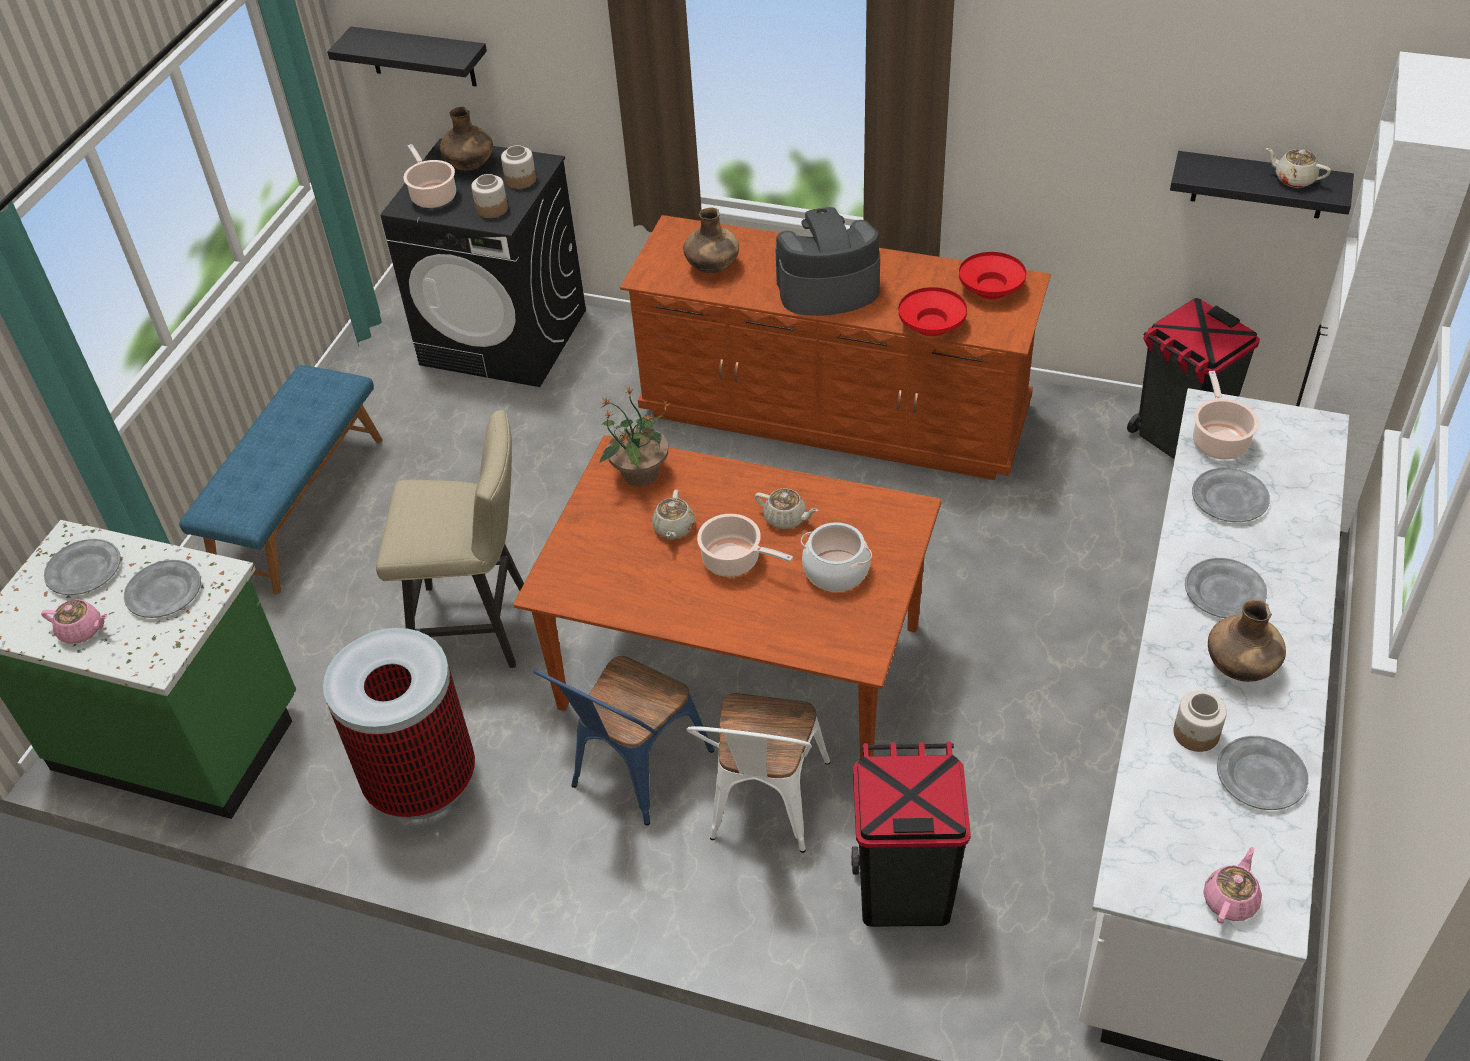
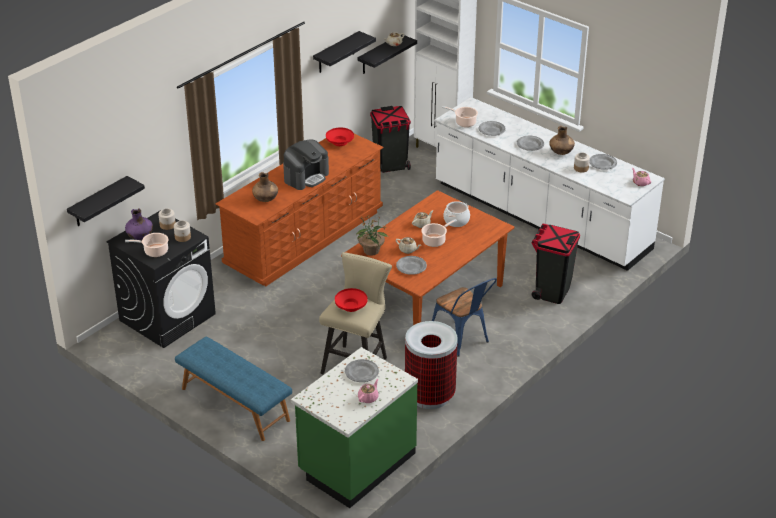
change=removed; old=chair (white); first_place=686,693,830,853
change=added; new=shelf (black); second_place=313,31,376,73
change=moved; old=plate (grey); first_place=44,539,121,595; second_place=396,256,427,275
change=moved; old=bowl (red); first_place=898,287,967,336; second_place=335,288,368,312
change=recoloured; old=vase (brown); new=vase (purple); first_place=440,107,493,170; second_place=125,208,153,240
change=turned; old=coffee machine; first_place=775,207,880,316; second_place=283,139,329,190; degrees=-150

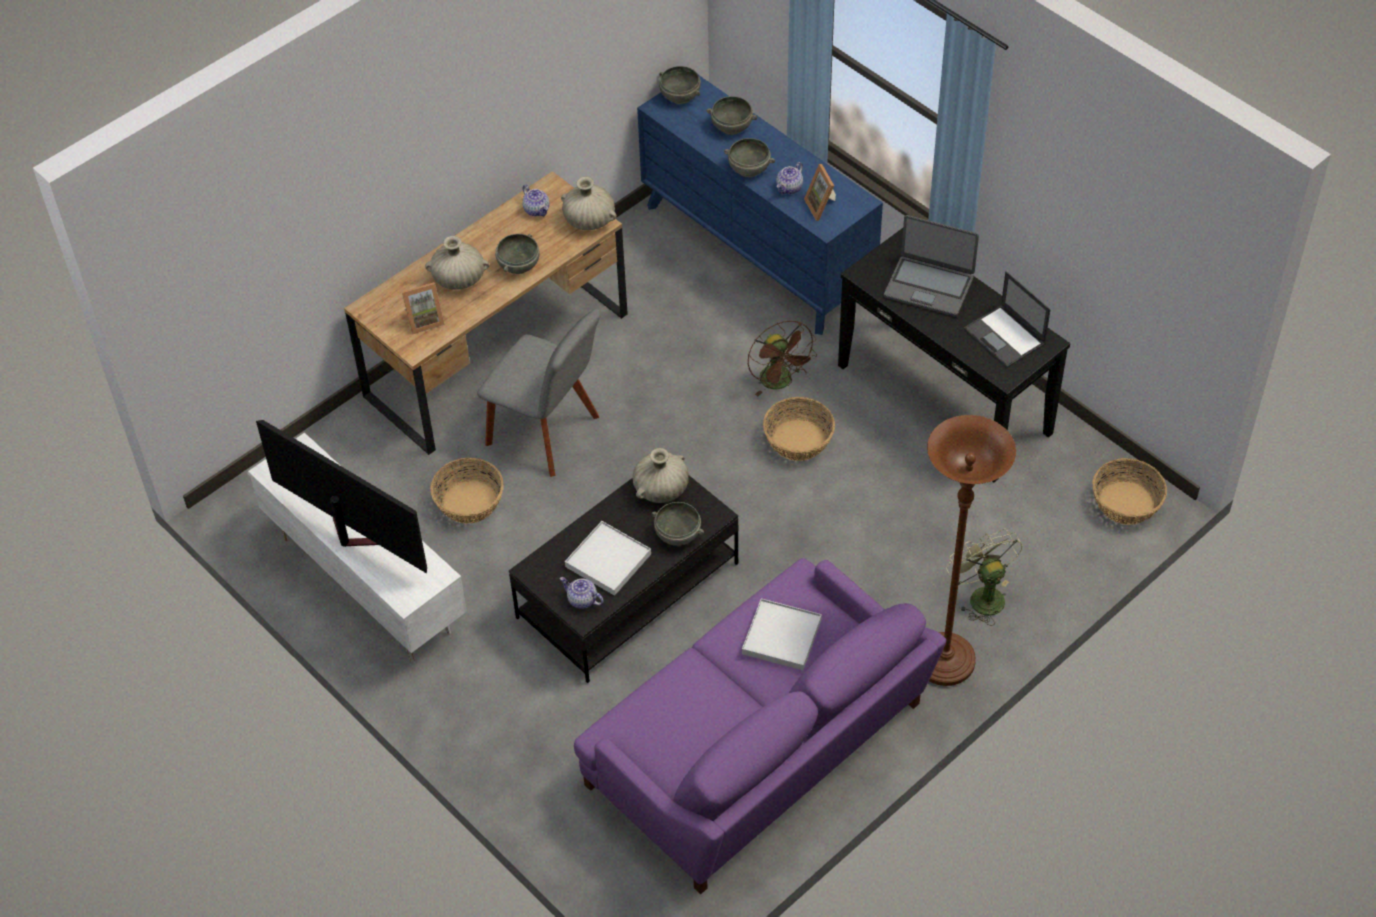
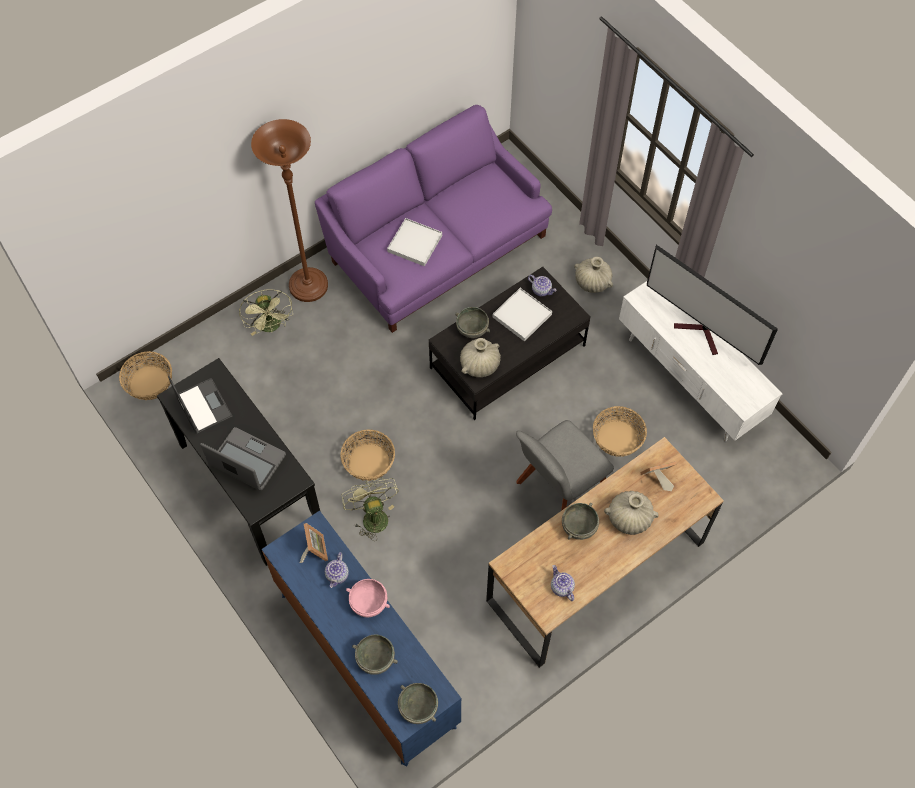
change=moved; old=vase (beige); first_place=561,177,617,230; second_place=574,257,613,293
change=recoloured; old=bowl (grey); new=bowl (pink); first_place=724,138,775,177; second_place=346,579,390,617
change=recoloured; old=fan (brown); new=fan (green); first_place=748,321,817,396; second_place=341,478,399,541
change=turned; old=chair (grey); first_place=477,308,601,477; second_place=516,420,614,511; degrees=-75
change=turned; old=teapot; first_place=776,162,803,194; second_place=325,552,349,588; degrees=150

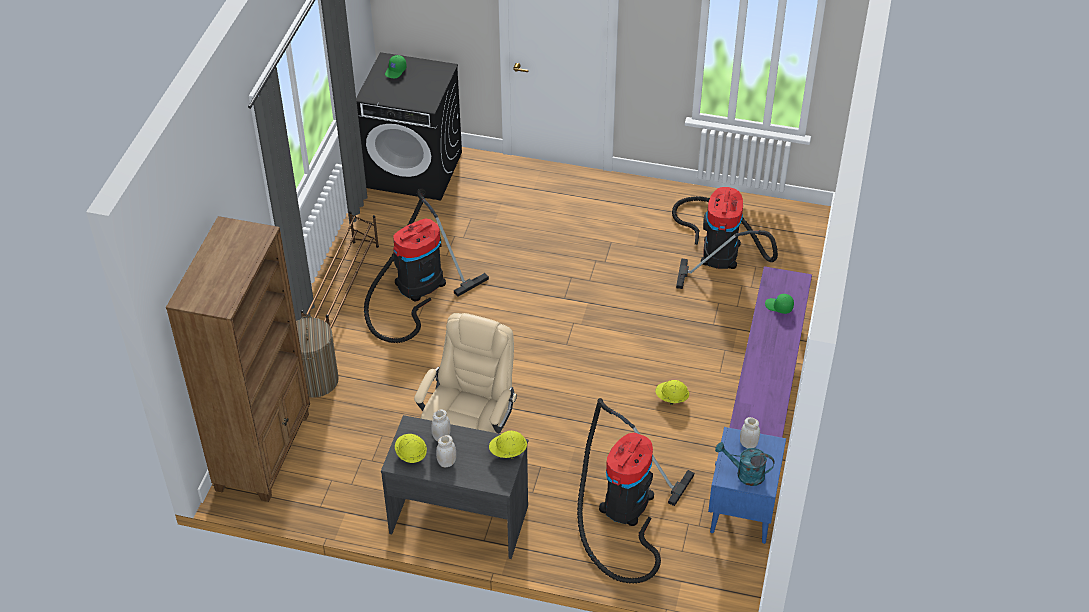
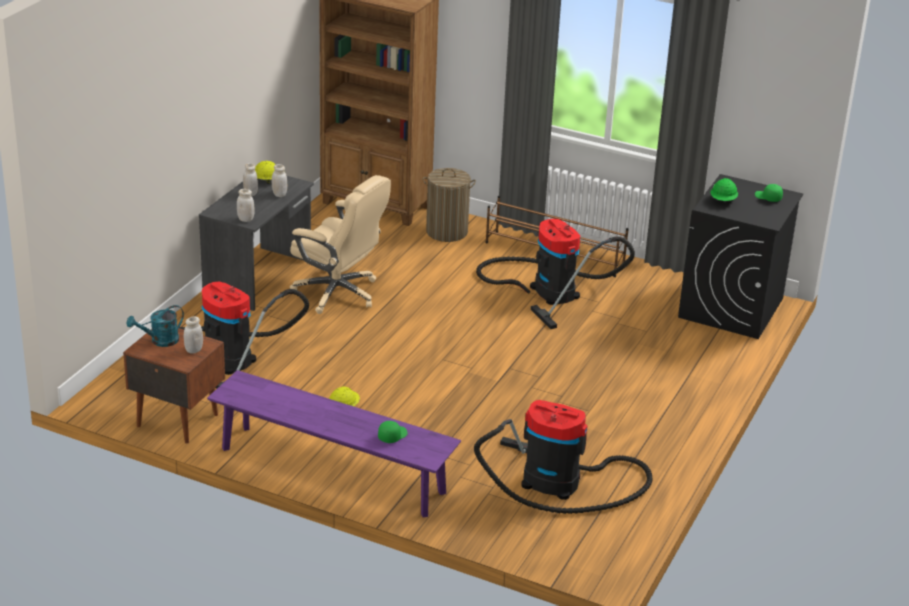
change=added; new=hard hat (green); second_place=710,178,738,201
change=replaced; old=hard hat (yellow); new=jar (white); first_place=489,431,527,459; second_place=237,189,254,222
change=recoloured; old=nightstand (blue); new=nightstand (brown); first_place=708,427,786,544; second_place=123,328,225,444
change=turned; old=watering can (turquoise); first_place=715,442,775,486; second_place=127,305,184,347; degrees=-150

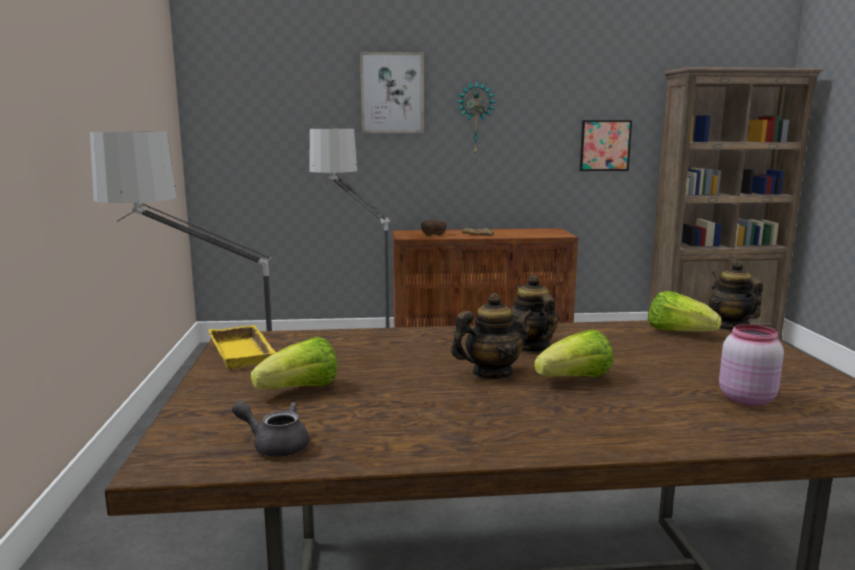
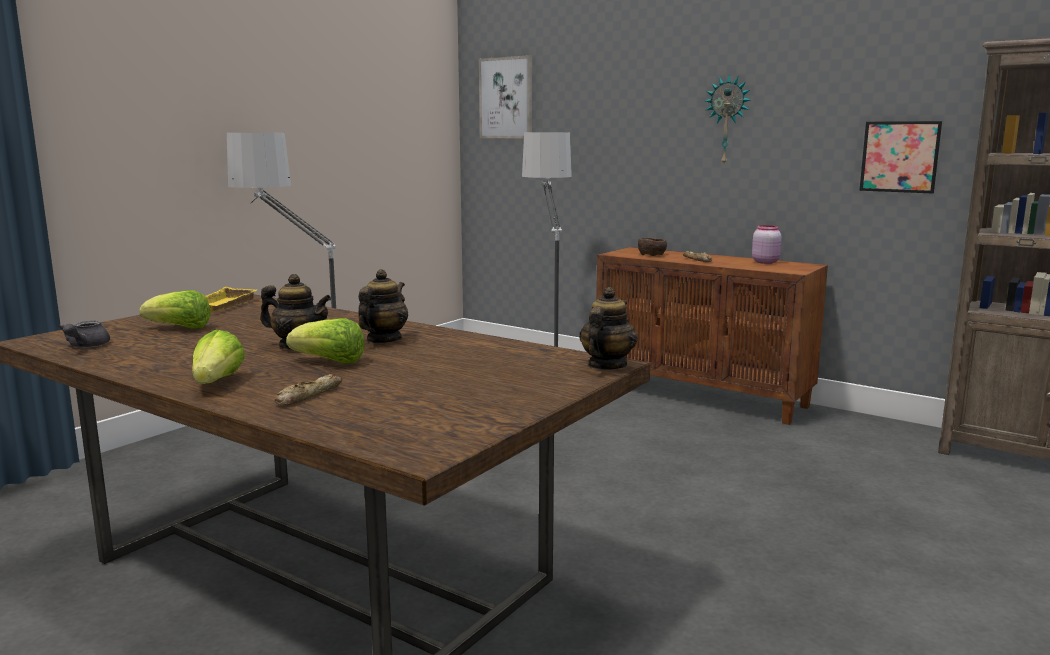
change=added; new=bread; second_place=275,374,342,406
change=moved; old=picture; first_place=360,52,424,133; second_place=479,55,532,139
change=moved; old=lettuce; first_place=648,291,722,332; second_place=192,330,245,384
change=moved; old=jar (pink); first_place=719,324,784,406; second_place=752,225,781,264
change=turned; old=teapot (grey); first_place=232,401,309,457; second_place=58,321,110,348; degrees=-150

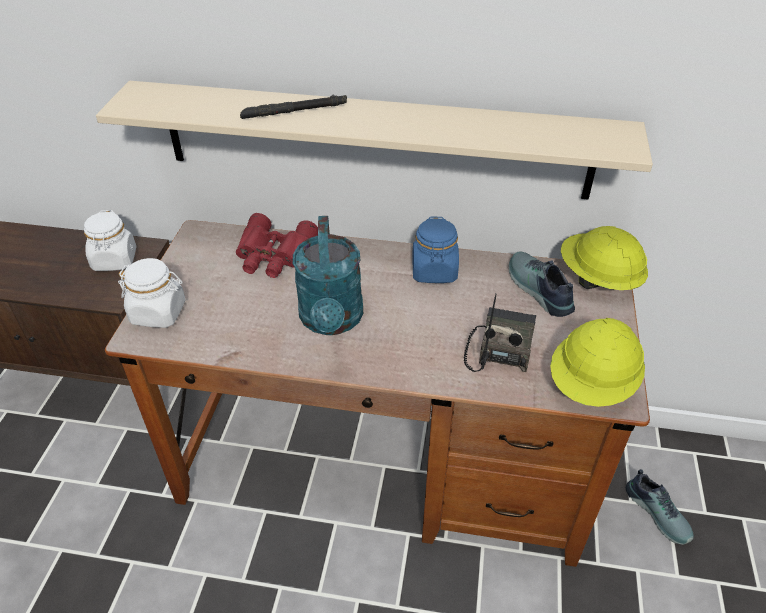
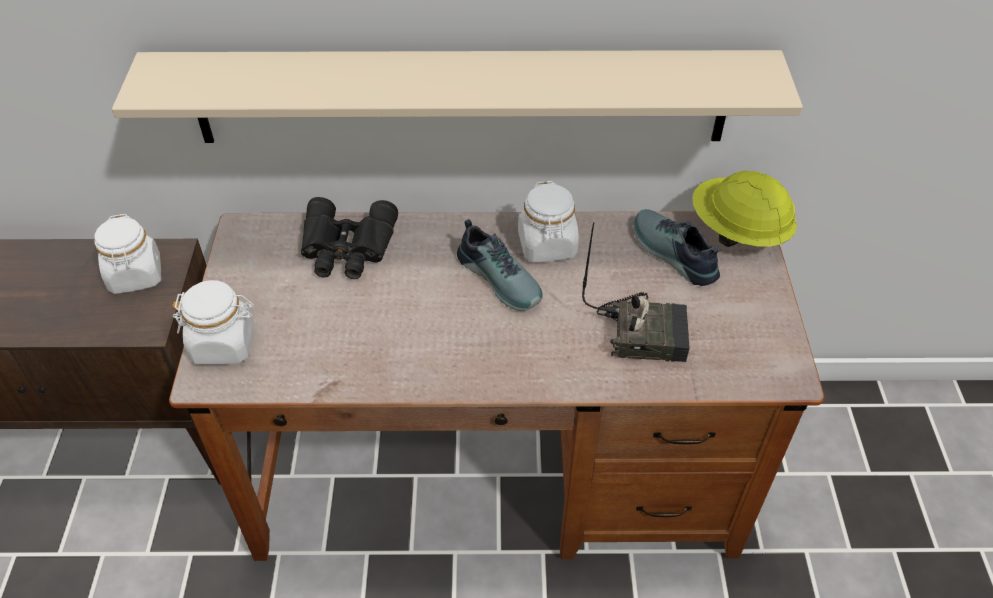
change=removed; old=flashlight (black); first_place=240,95,347,119
change=removed; old=watering can (turquoise); first_place=293,216,363,335
change=removed; old=hard hat (yellow); first_place=550,318,645,407
change=moved; old=shoe; first_place=626,469,694,545; second_place=457,219,543,311
change=recoloured; old=binoculars (red); new=binoculars (black); first_place=236,213,318,278; second_place=301,197,398,279
change=recoloured; old=jar (blue); new=jar (white); first_place=412,217,459,283; second_place=518,181,579,263
change=turned; old=radio; first_place=464,293,536,372; second_place=582,222,690,362; degrees=90

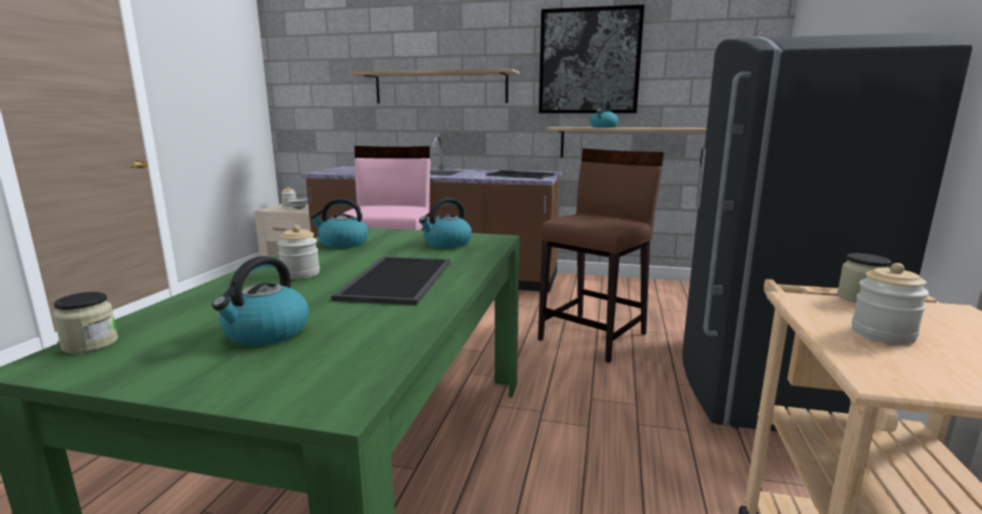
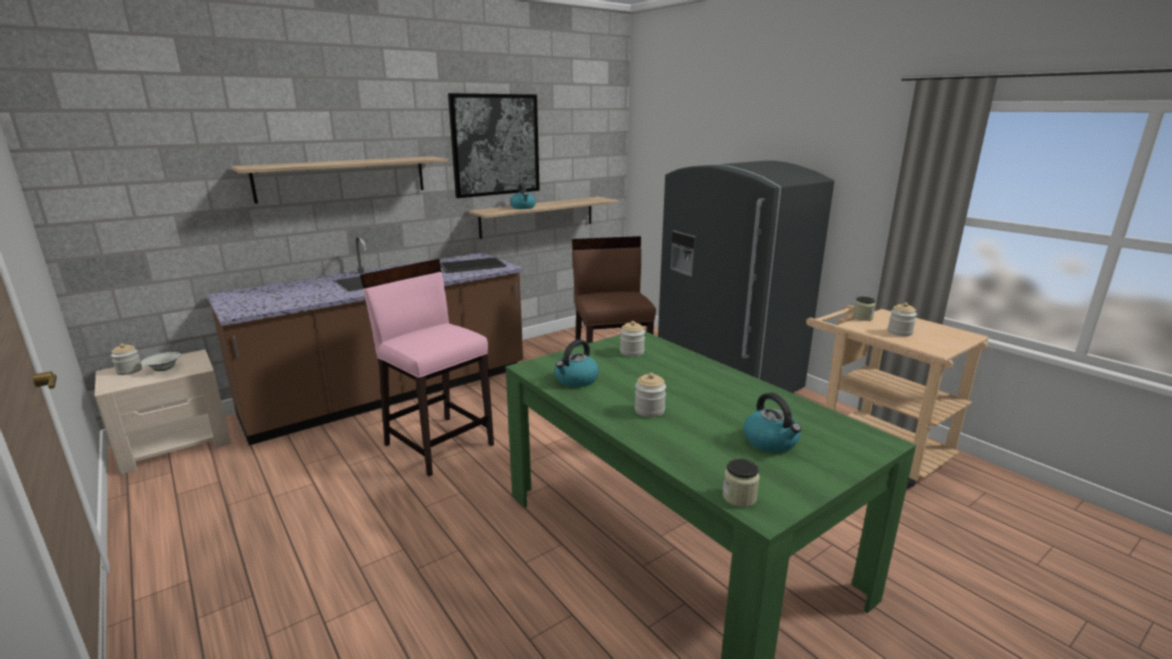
change=removed; old=tray; first_place=331,257,450,305
change=replaced; old=kettle; new=jar; first_place=419,198,472,248; second_place=620,321,645,357

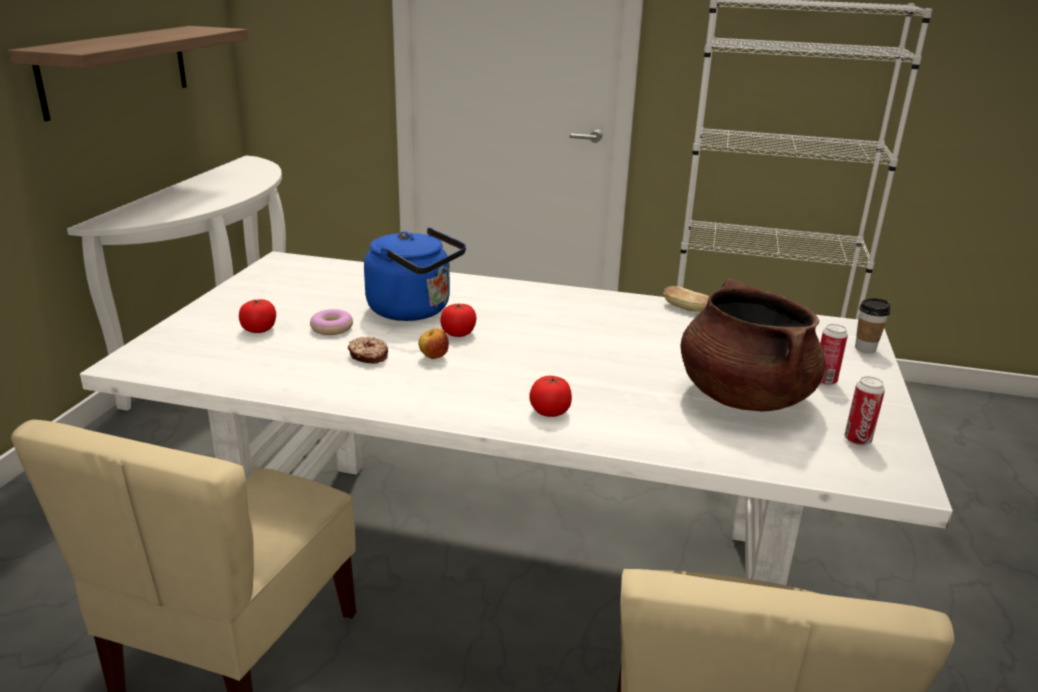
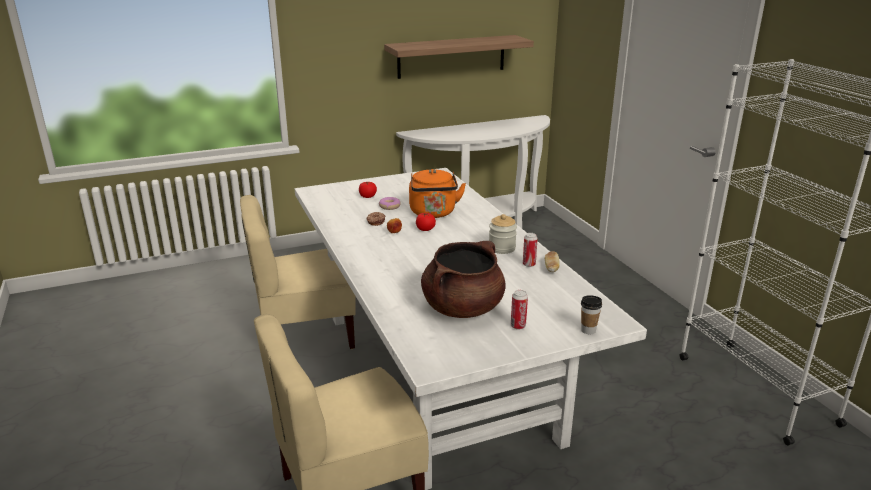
change=removed; old=tomato; first_place=530,375,572,417
change=added; new=jar; second_place=489,214,517,254
change=moved; old=can; first_place=844,376,885,446; second_place=523,233,538,267
change=recoloured; old=kettle (blue); new=kettle (orange); first_place=364,228,466,321; second_place=409,169,466,218

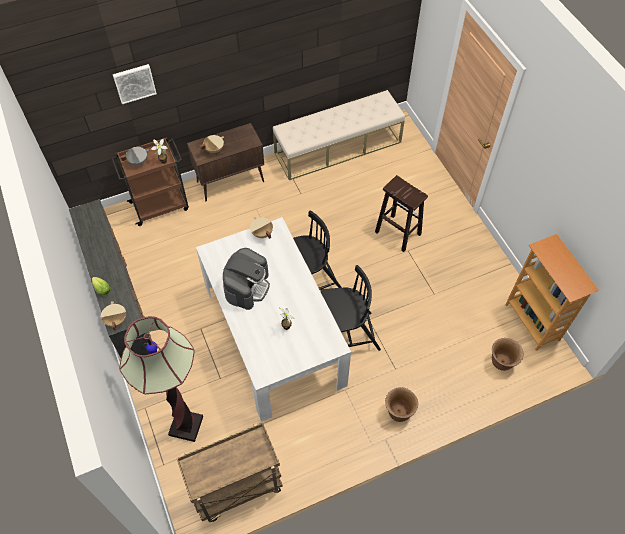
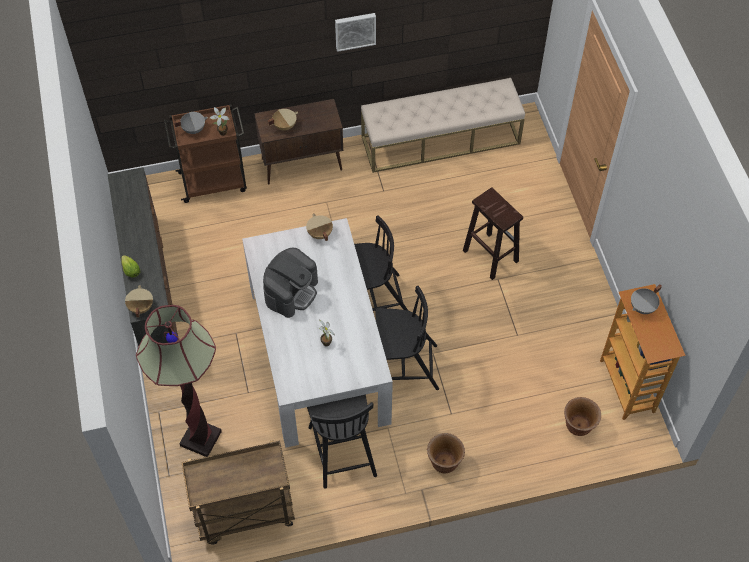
change=added; new=chair (black); second_place=307,395,377,489
change=added; new=cooking pot (grey); second_place=631,284,662,314
change=moved; old=picture; first_place=113,64,157,104; second_place=335,13,376,52

